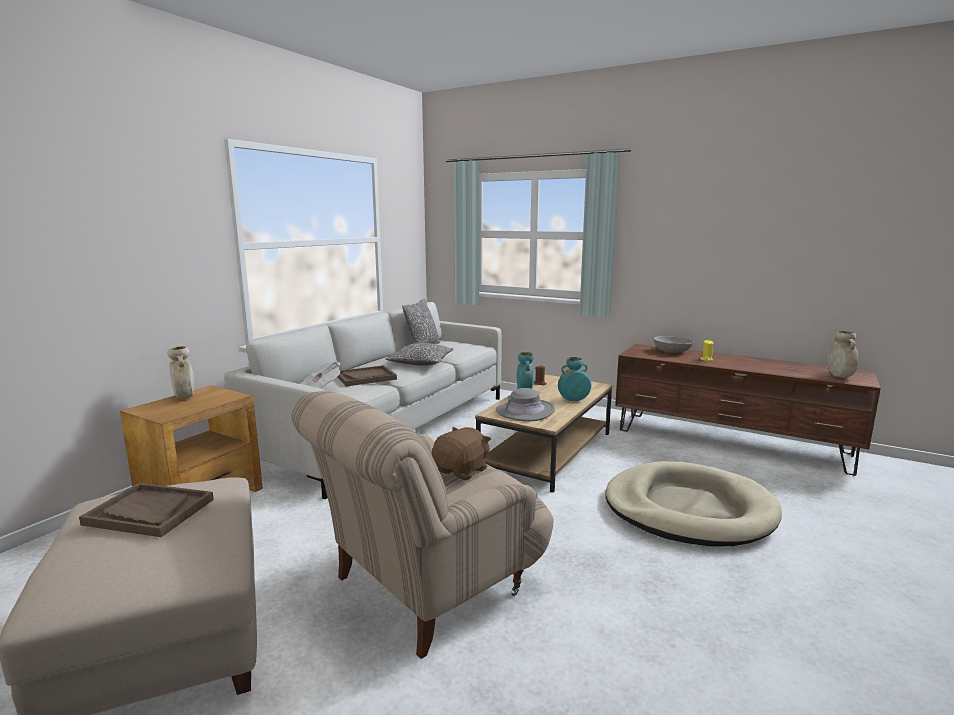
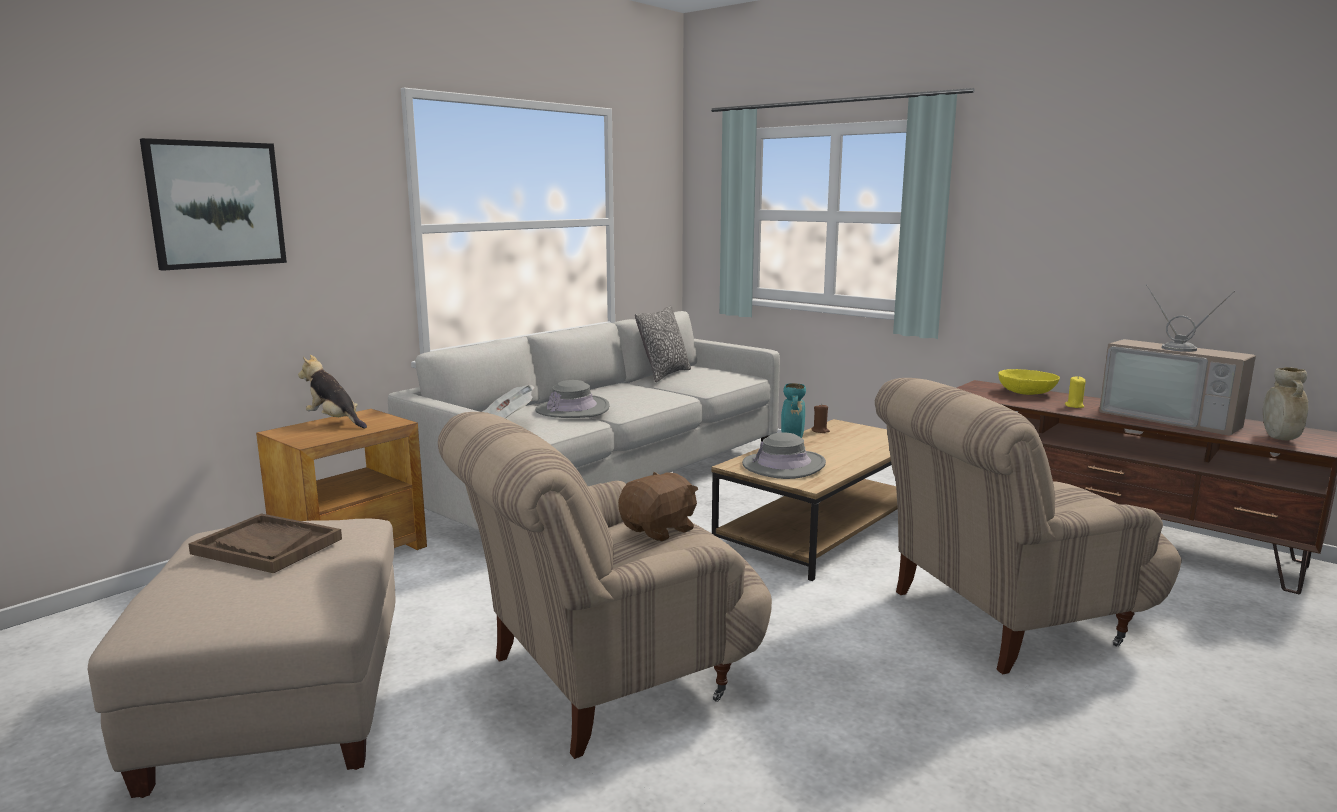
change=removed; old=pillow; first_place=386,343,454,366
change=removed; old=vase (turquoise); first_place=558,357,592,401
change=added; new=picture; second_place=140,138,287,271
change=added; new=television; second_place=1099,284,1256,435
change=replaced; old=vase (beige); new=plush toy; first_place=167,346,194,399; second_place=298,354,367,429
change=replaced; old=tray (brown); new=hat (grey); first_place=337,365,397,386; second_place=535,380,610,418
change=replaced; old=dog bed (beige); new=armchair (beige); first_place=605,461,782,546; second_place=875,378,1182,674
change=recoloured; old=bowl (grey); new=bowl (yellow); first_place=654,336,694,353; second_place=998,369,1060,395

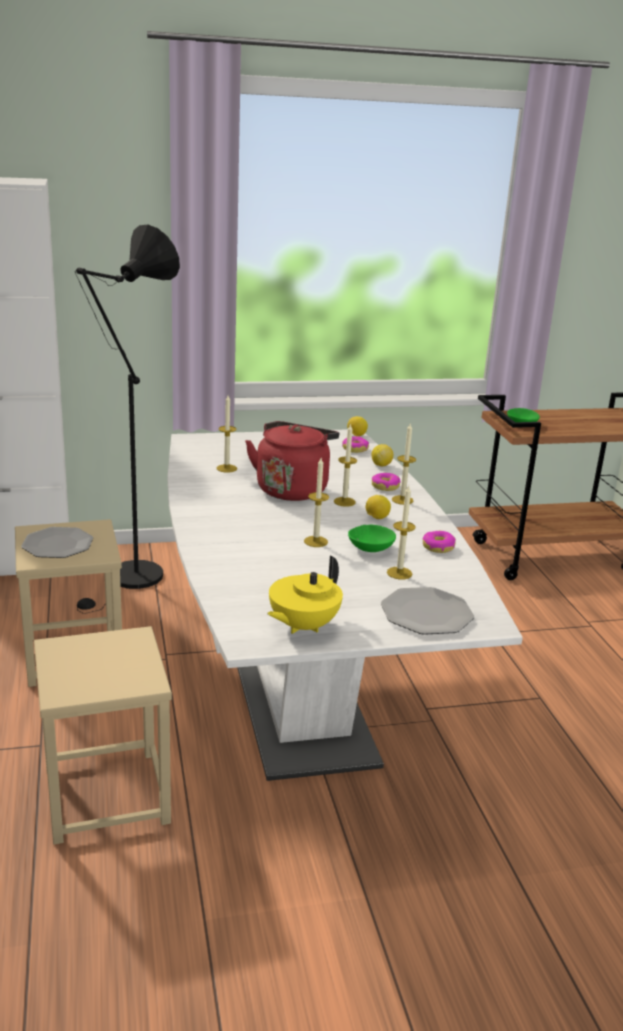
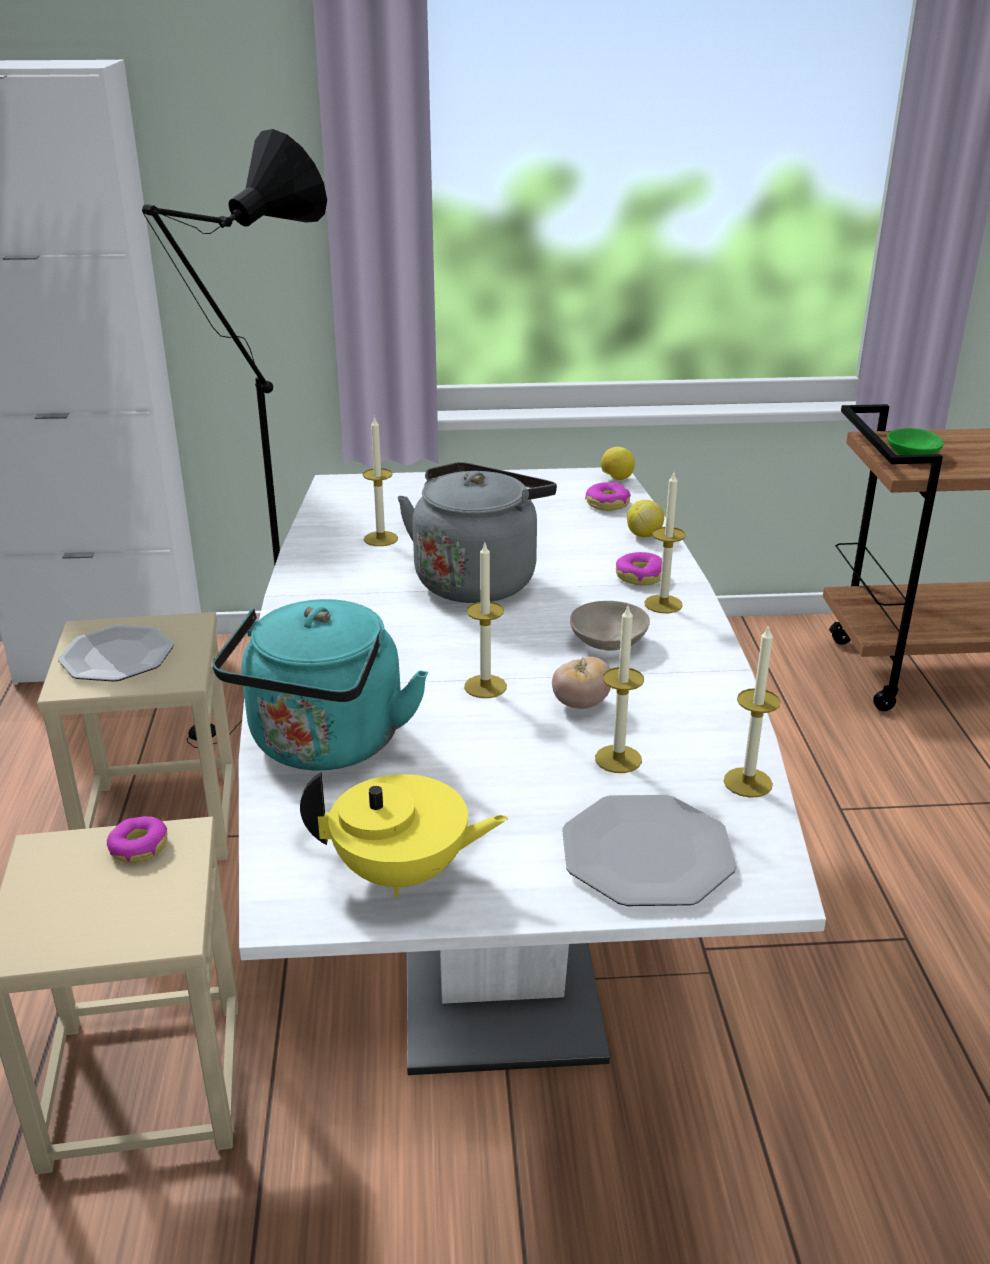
change=added; new=kettle (turquoise); second_place=212,599,428,771
change=moved; old=candle; first_place=334,423,357,507; second_place=724,625,781,798
change=moved; old=donut; first_place=423,531,456,553; second_place=107,816,168,863
change=replaced; old=bowl (green); new=tomato; first_place=348,525,396,552; second_place=552,657,611,709
change=replaced; old=lemon; new=bowl (beige); first_place=366,495,391,519; second_place=570,601,650,651
change=recoloured; old=kettle (red); new=kettle (grey); first_place=245,421,339,501; second_place=398,462,557,603
change=turned; old=teapot (yellow); first_place=267,556,343,634; second_place=300,772,508,897; degrees=-135

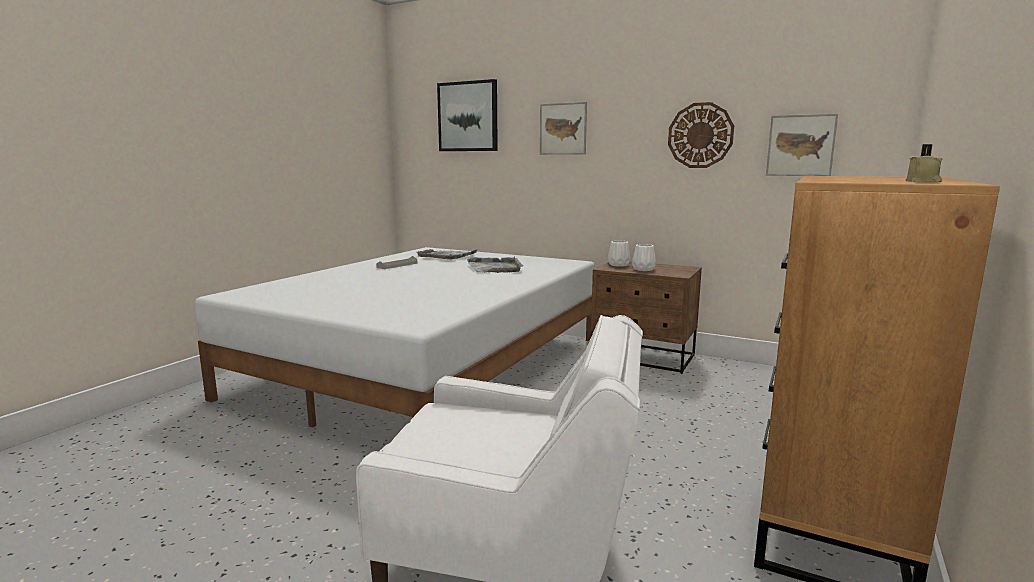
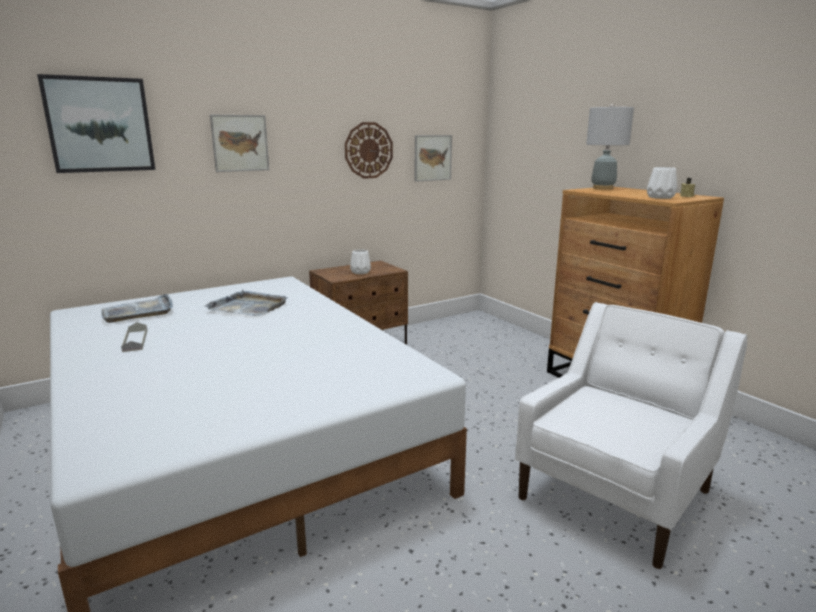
change=added; new=table lamp (grey); second_place=586,104,634,190
change=moved; old=vase (white); first_place=608,240,630,267; second_place=647,167,677,199

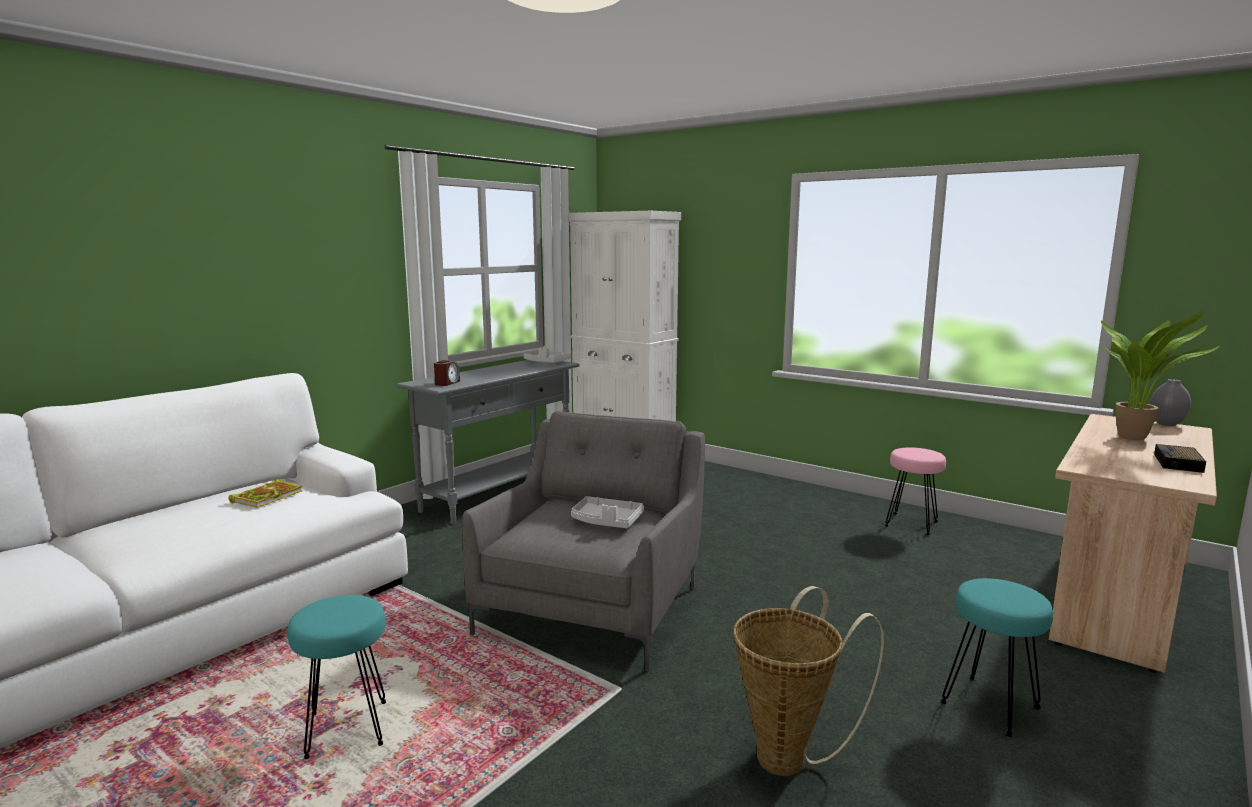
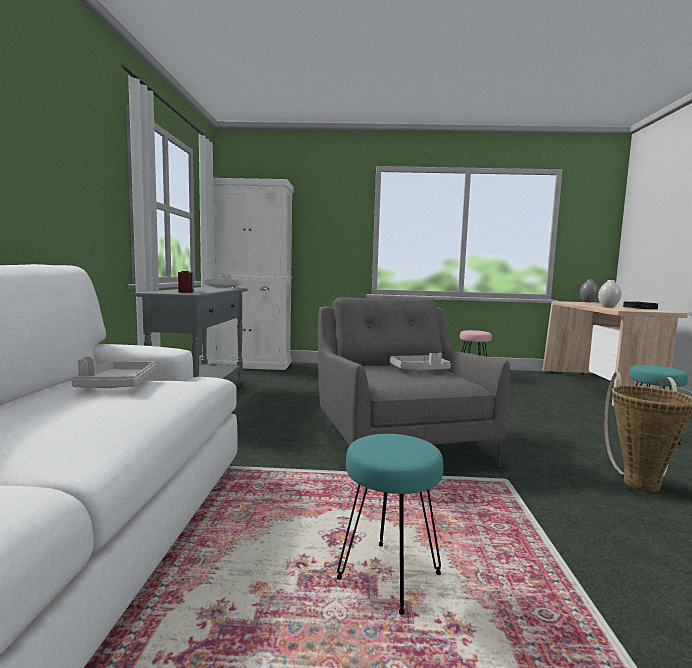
change=removed; old=potted plant; first_place=1101,311,1220,440
change=added; new=vase (white); second_place=598,280,621,308
change=replaced; old=book; new=tray (grey); first_place=228,478,303,508; second_place=72,357,156,388

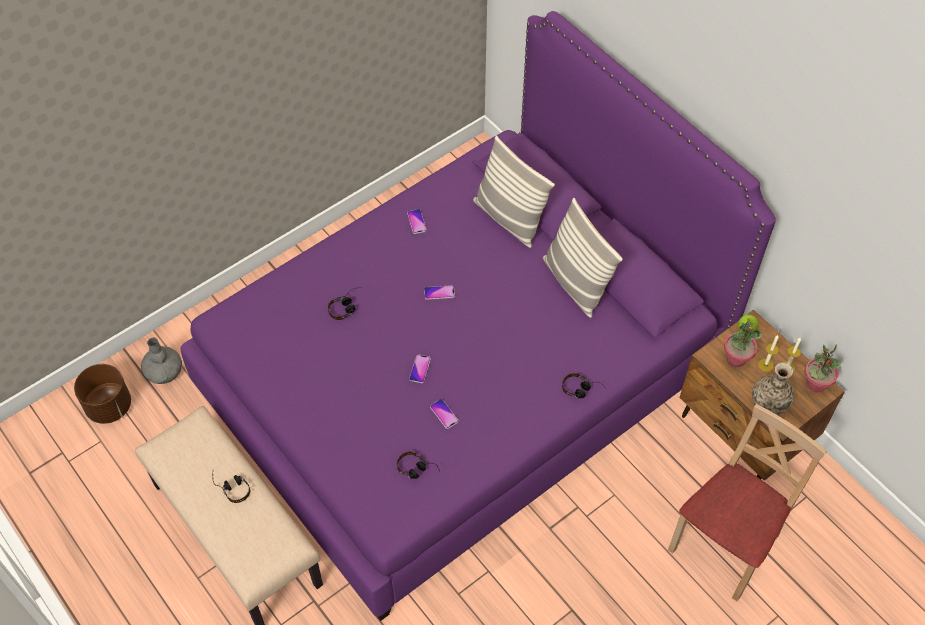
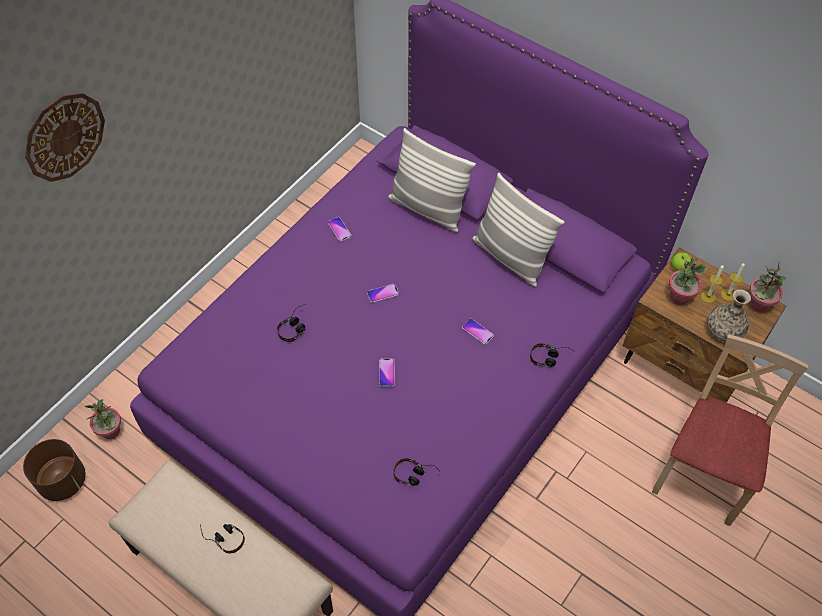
change=added; new=wall clock; second_place=25,93,105,182
change=moved; old=phone; first_place=430,399,459,429; second_place=462,319,494,345
change=replaced; old=vase (grey); new=potted plant; first_place=141,338,182,384; second_place=85,399,121,439

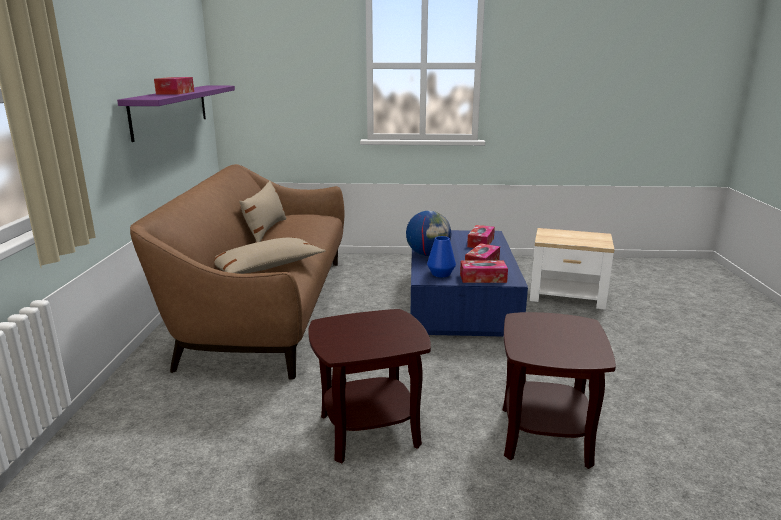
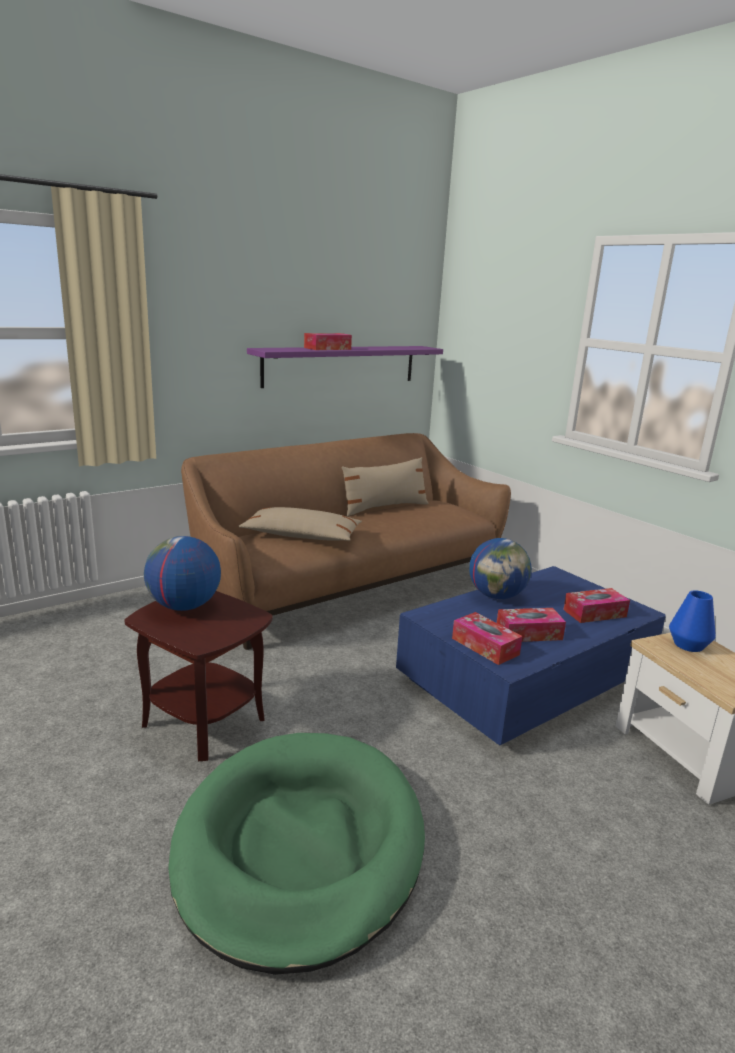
change=added; new=globe; second_place=144,536,221,611
change=moved; old=vase (blue); first_place=427,236,456,277; second_place=669,590,716,652
change=replaced; old=side table (brown); new=dog bed (green); first_place=503,312,616,469; second_place=168,733,425,975

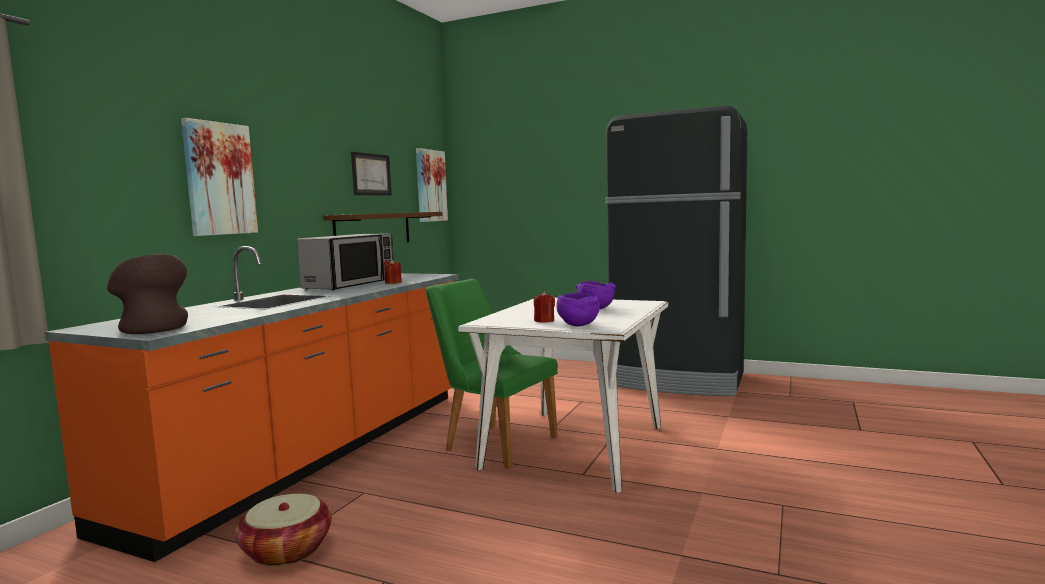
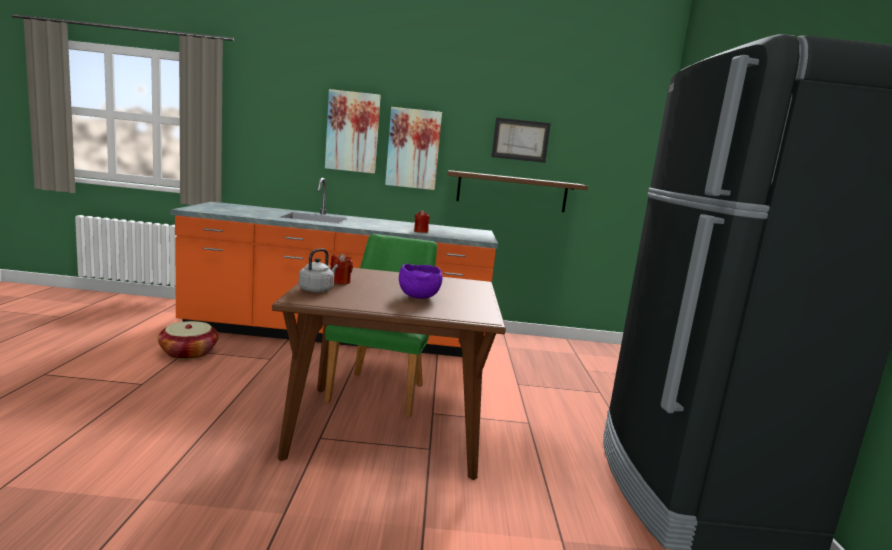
change=removed; old=vase (brown); first_place=107,254,188,334
change=removed; old=microwave; first_place=297,234,394,290
change=moved; old=picture; first_place=416,148,448,222; second_place=385,107,442,190
change=replaced; old=bowl (purple); new=kettle (grey); first_place=557,293,600,326; second_place=299,249,338,293
change=recoloured; old=dining table (white); new=dining table (brown); first_place=458,298,668,493; second_place=272,265,506,480

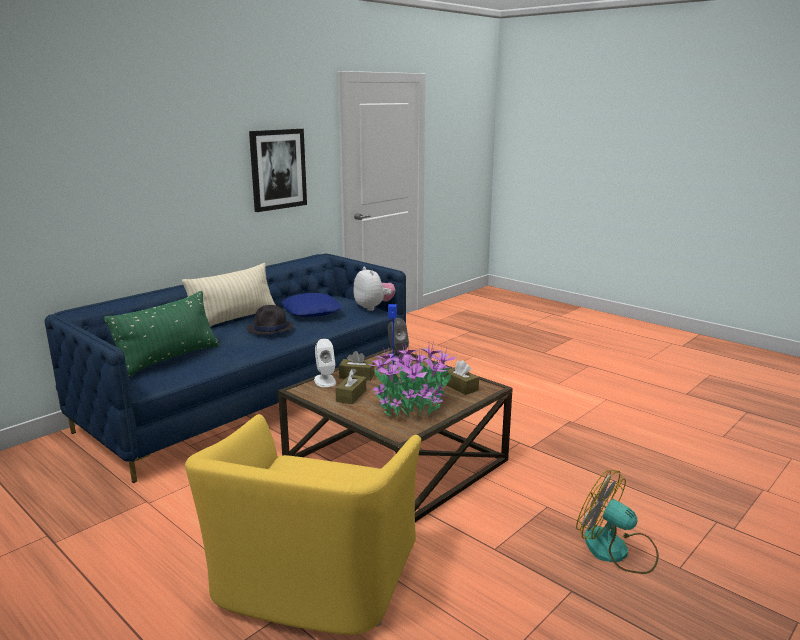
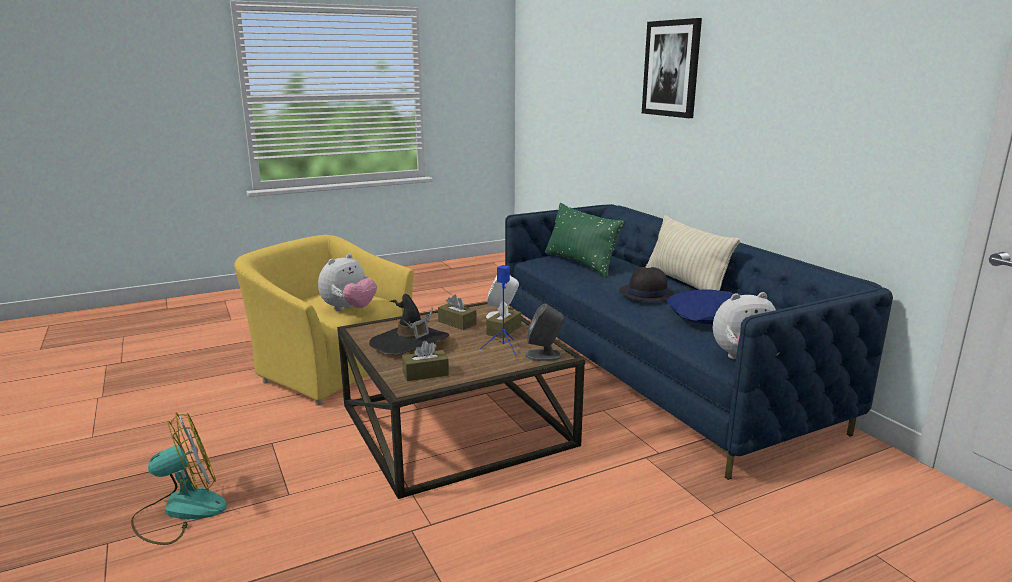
change=added; new=plush toy; second_place=318,254,377,311
change=moved; old=picture; first_place=249,129,307,212; second_place=642,18,702,118
change=replaced; old=potted plant; new=hat (black); first_place=369,340,456,418; second_place=369,294,449,355

